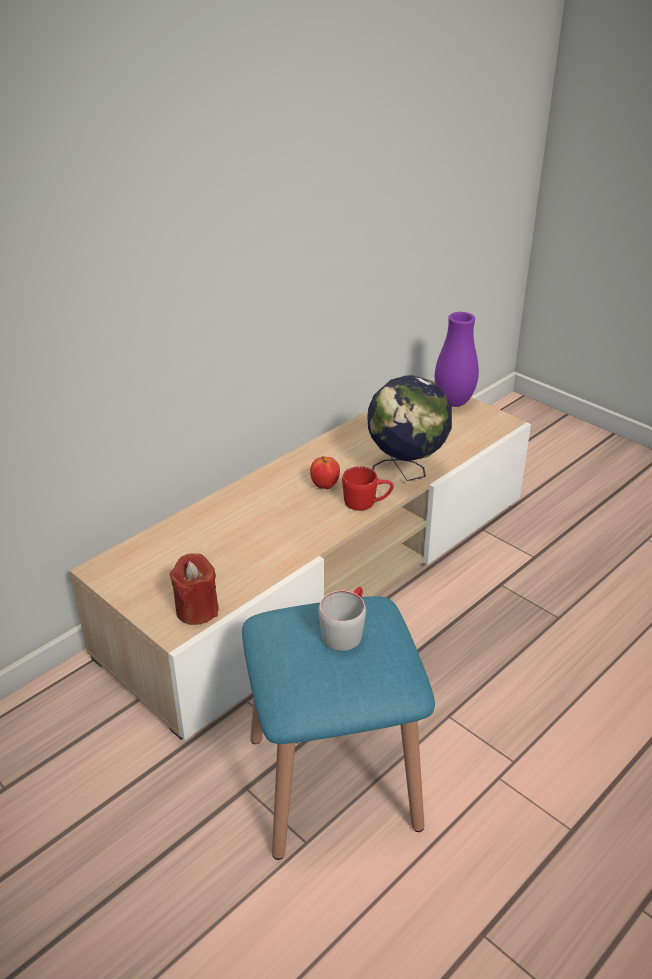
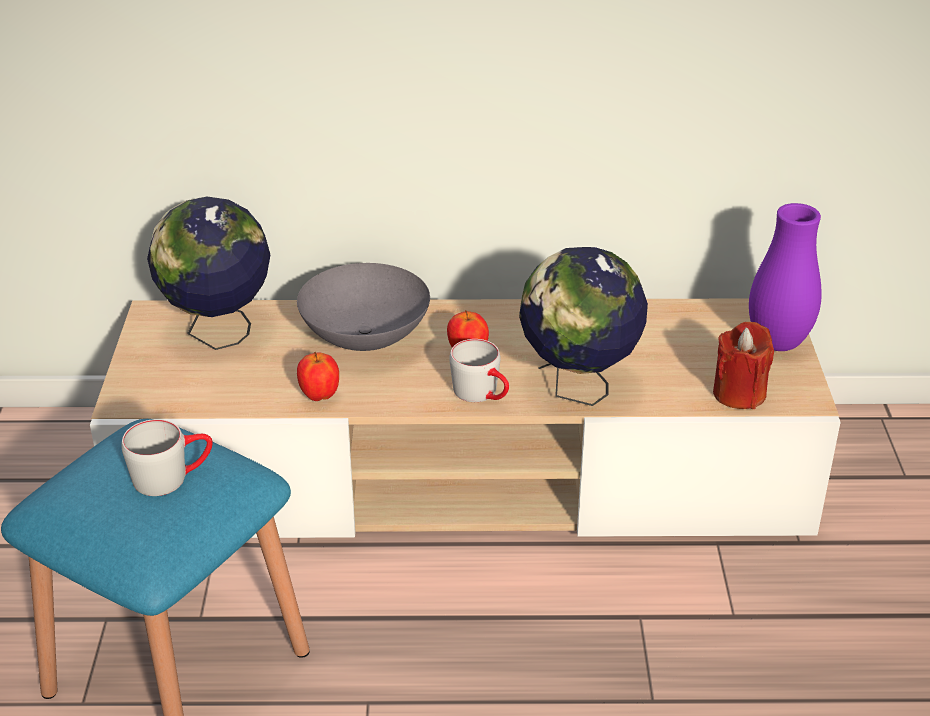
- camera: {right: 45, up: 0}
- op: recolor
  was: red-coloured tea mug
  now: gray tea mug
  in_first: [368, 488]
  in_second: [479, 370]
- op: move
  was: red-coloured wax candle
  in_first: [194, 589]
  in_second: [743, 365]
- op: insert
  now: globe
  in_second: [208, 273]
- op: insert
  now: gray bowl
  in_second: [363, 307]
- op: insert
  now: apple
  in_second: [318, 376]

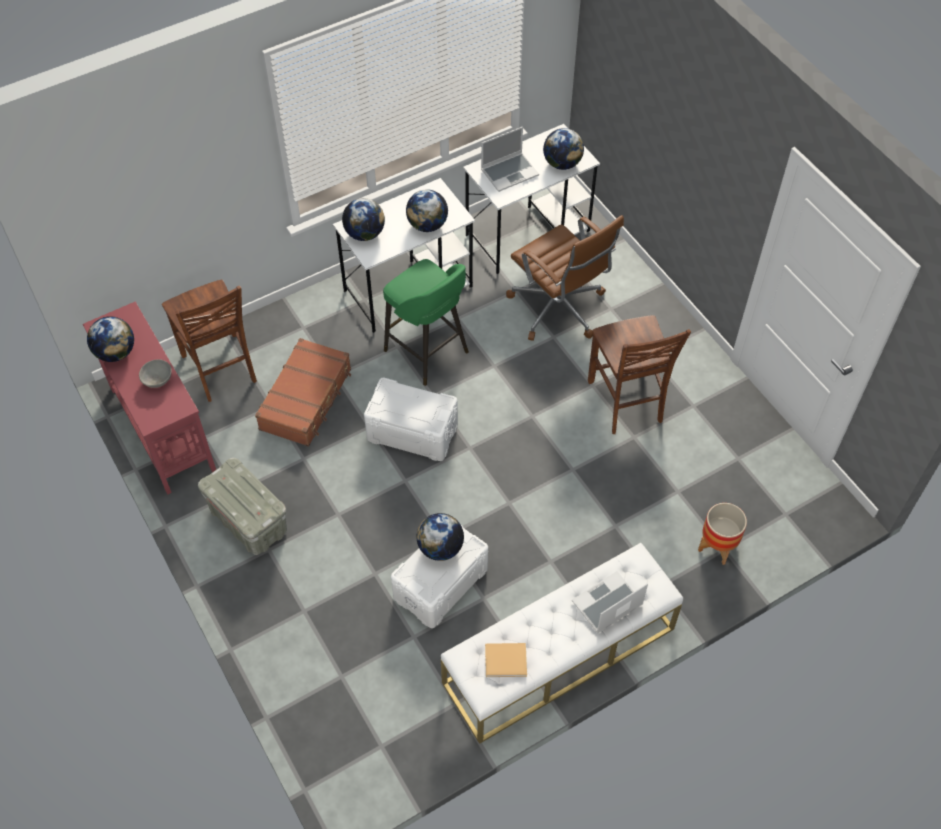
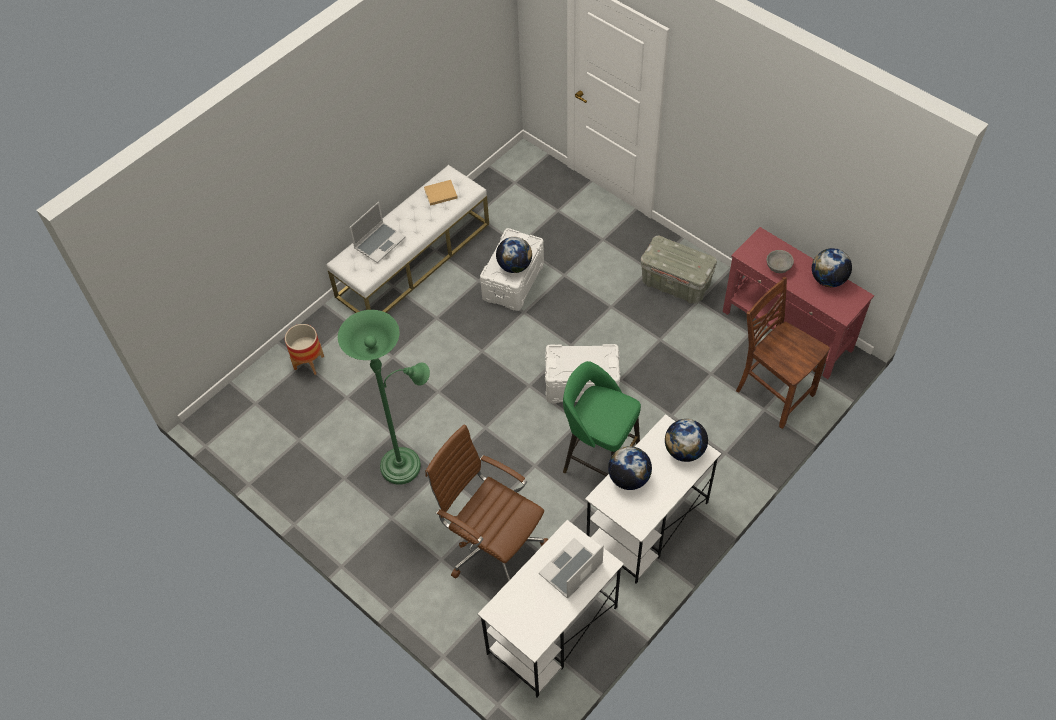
- camera: {right: 165, up: 0}
- op: delete
  was: globe
  in_first: [563, 149]
- op: replace
  was: brown-coloured plain chair
  now: green-coloured standard lamp
  in_first: [639, 374]
  in_second: [384, 397]
- op: delete
  was: brown-coloured travel case
  in_first: [303, 392]

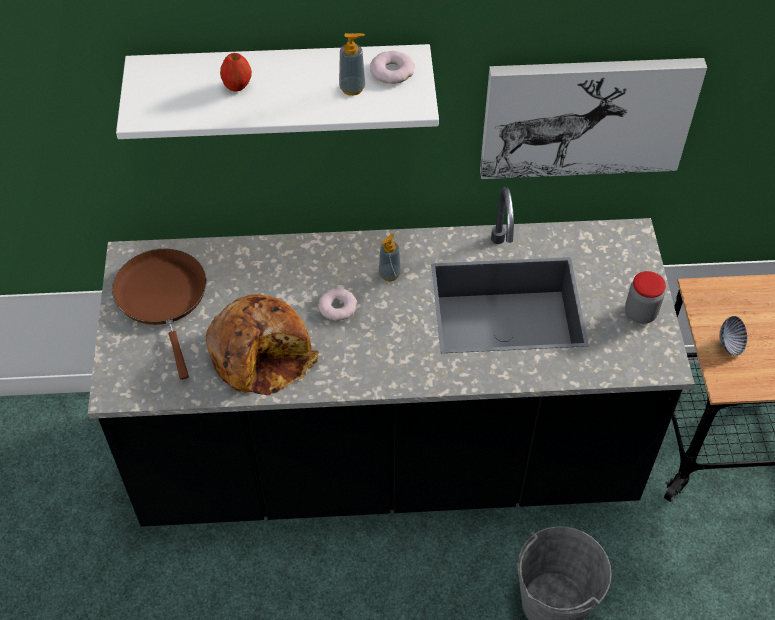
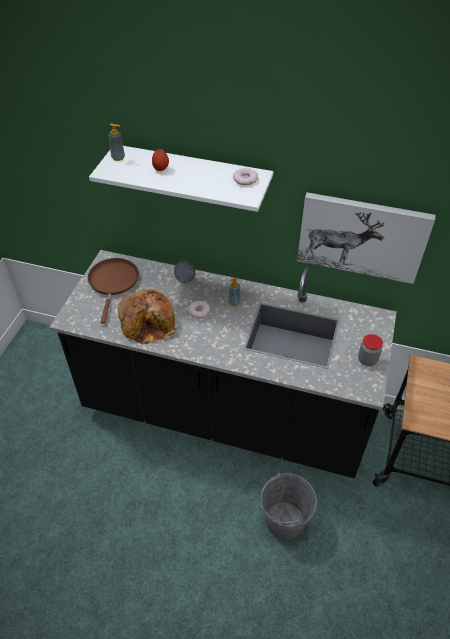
- camera: {right: 20, up: -5}
- op: move
  was: soap bottle
  in_first: [352, 64]
  in_second: [117, 142]
- op: move
  was: bowl
  in_first: [733, 336]
  in_second: [184, 271]

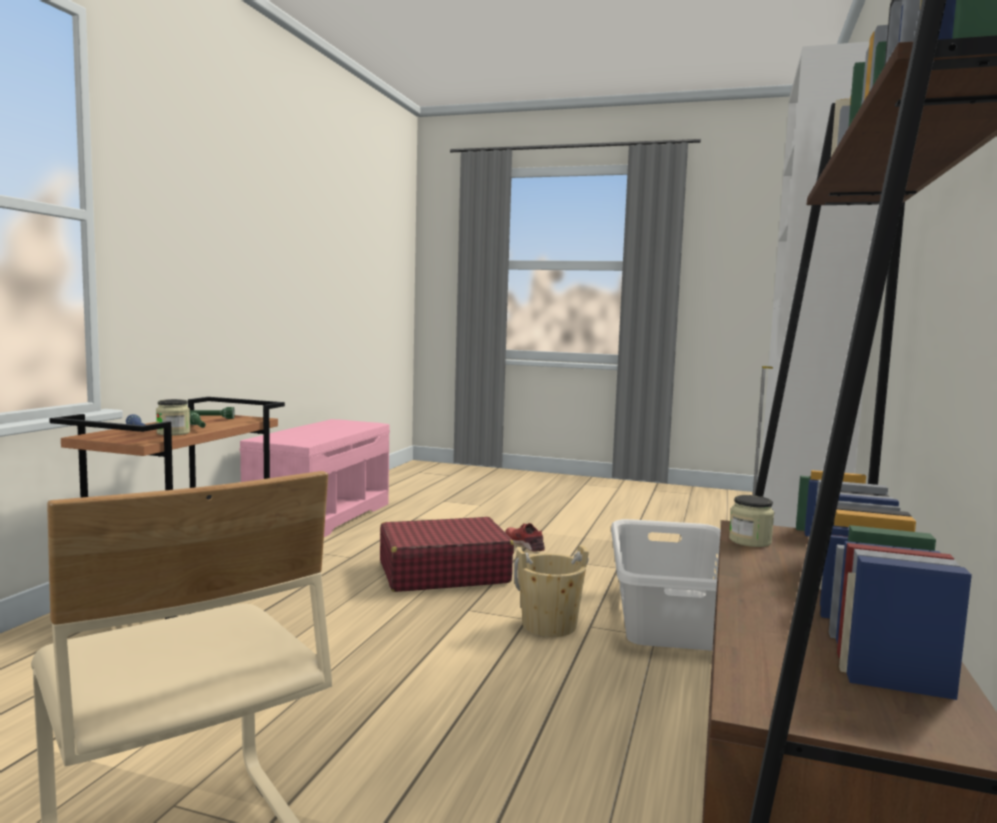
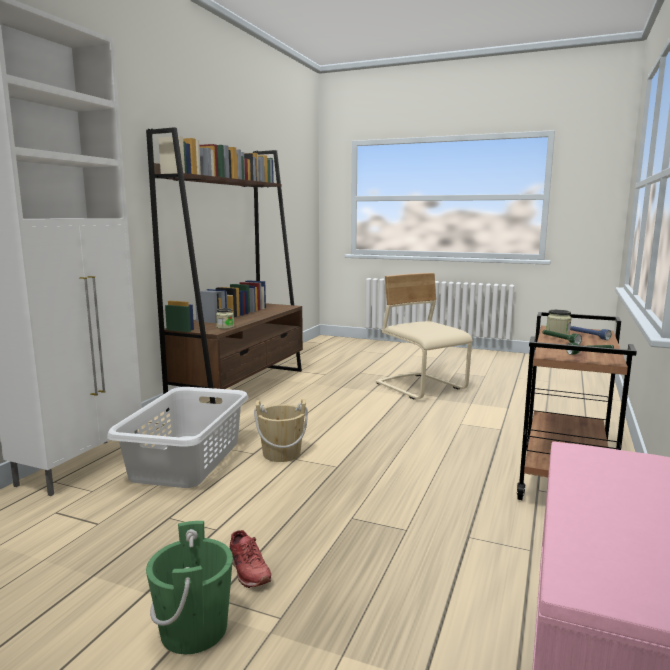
- camera: {right: -175, up: 5}
- op: delete
  was: red-coloured travel case
  in_first: [447, 554]
- op: insert
  now: green-coloured water bucket
  in_second: [189, 587]

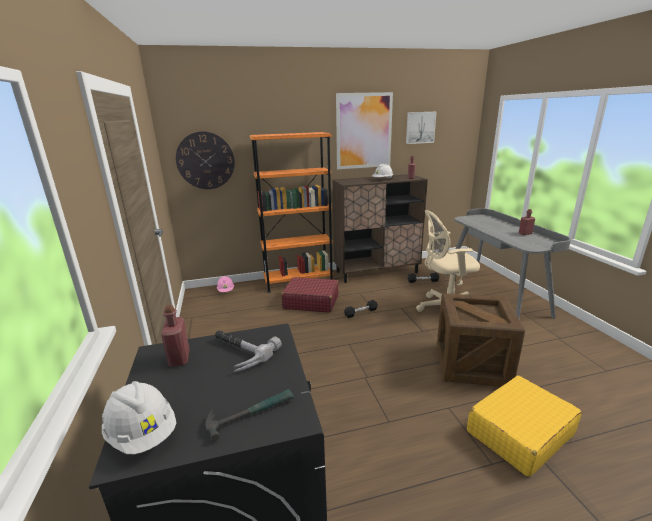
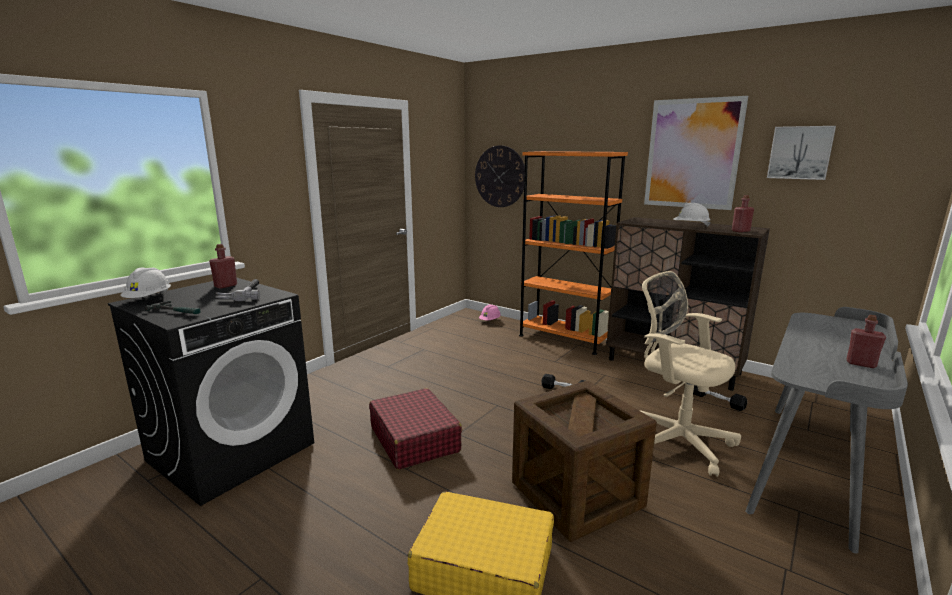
- camera: {right: 50, up: -5}
- op: move
  was: red-coloured travel case
  in_first: [310, 295]
  in_second: [415, 428]

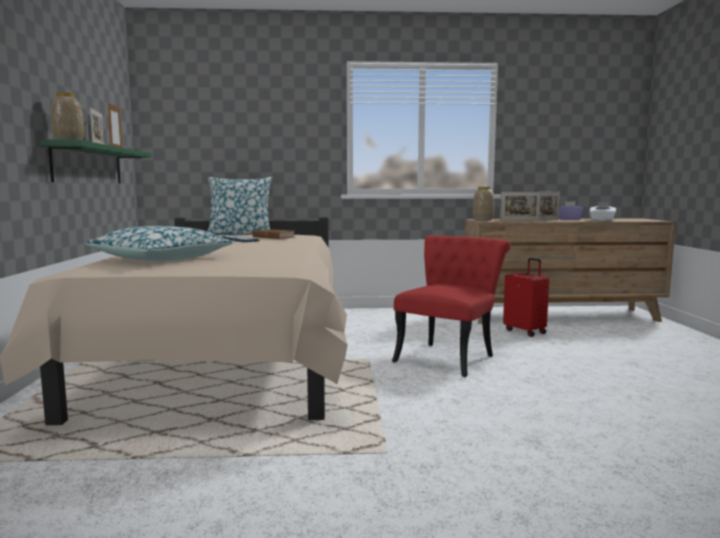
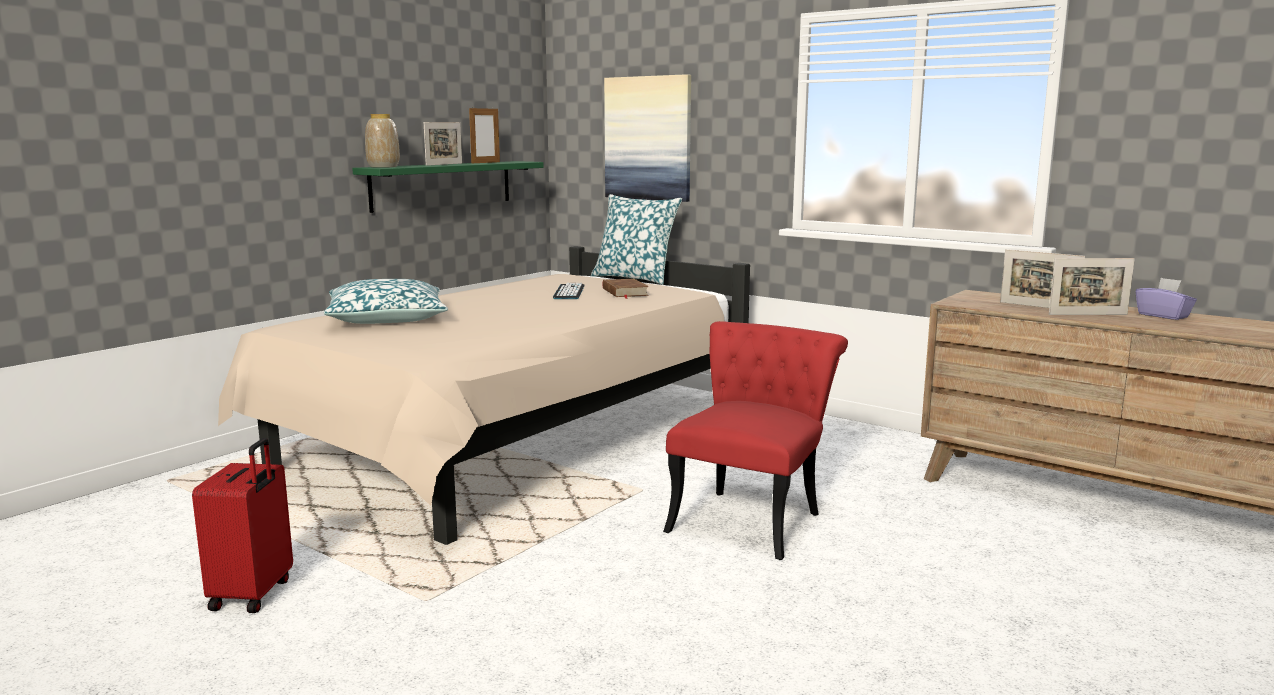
- camera: {right: 40, up: 5}
- op: delete
  was: flower vase
  in_first: [483, 204]
- op: delete
  was: white tissue holder
  in_first: [603, 211]
- op: rotate
  was: red-coloured plain chair
  in_first: [451, 306]
  in_second: [755, 440]
  clockwise: -45
- op: move
  was: red-coloured travel case
  in_first: [526, 297]
  in_second: [242, 525]
- op: insert
  now: wall art
  in_second: [647, 138]

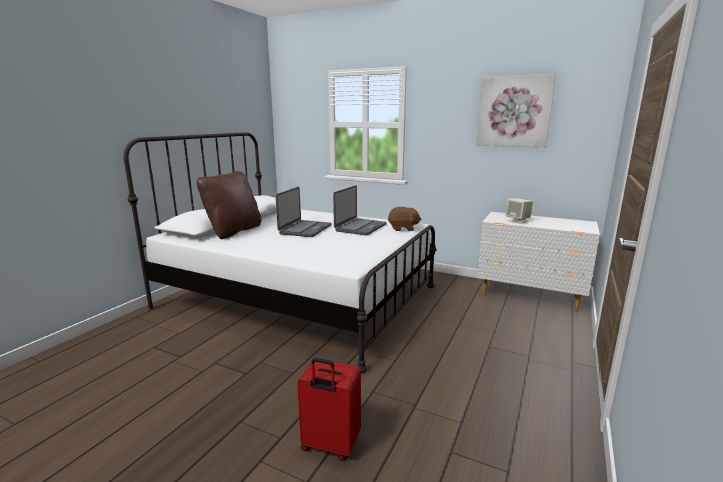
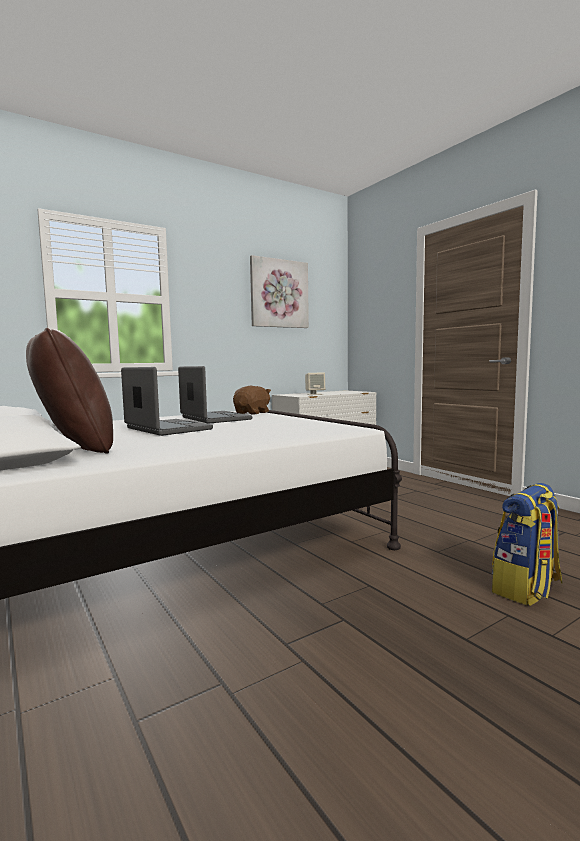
- camera: {right: -60, up: -10}
- op: replace
  was: red-coloured travel case
  now: knapsack
  in_first: [329, 409]
  in_second: [527, 544]

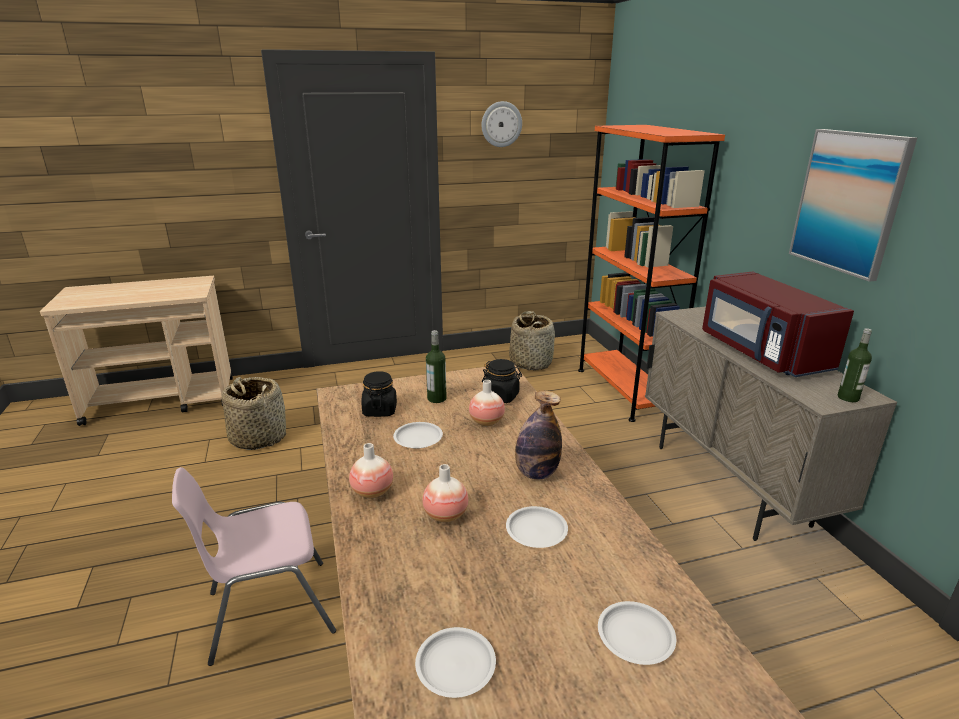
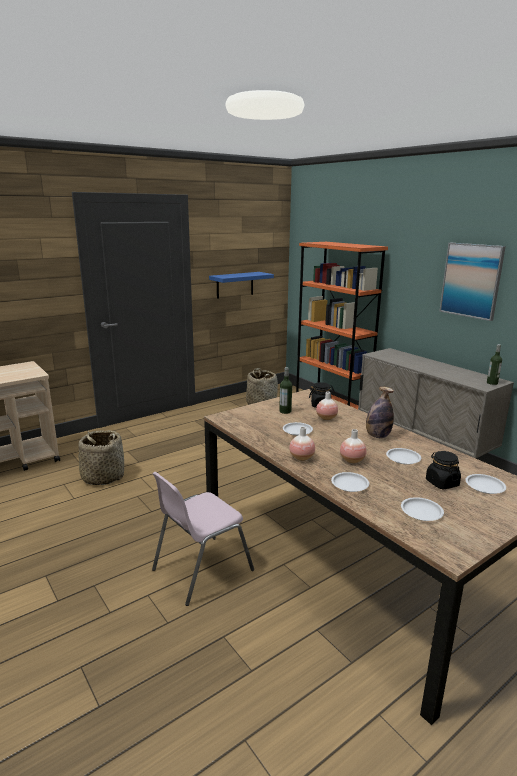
- camera: {right: -20, up: -5}
- op: delete
  was: hanging clock
  in_first: [502, 124]
- op: delete
  was: red-coloured microwave oven
  in_first: [778, 324]
- op: move
  was: black storage jar
  in_first: [379, 394]
  in_second: [443, 470]
- op: insert
  now: blue-coloured shelf
  in_second: [241, 285]
- op: insert
  now: white plate
  in_second: [350, 482]

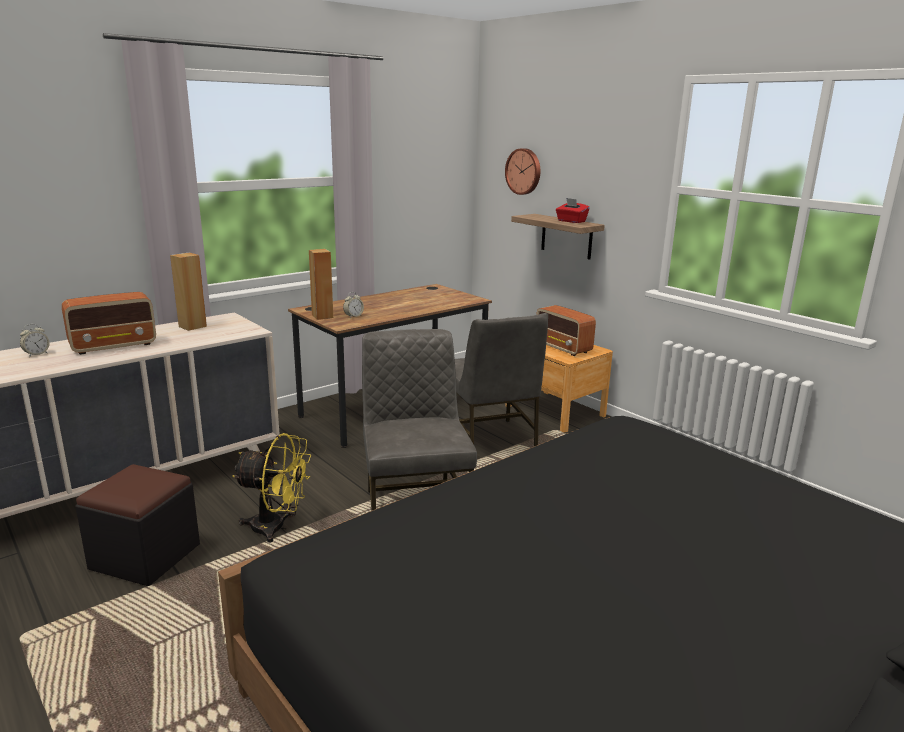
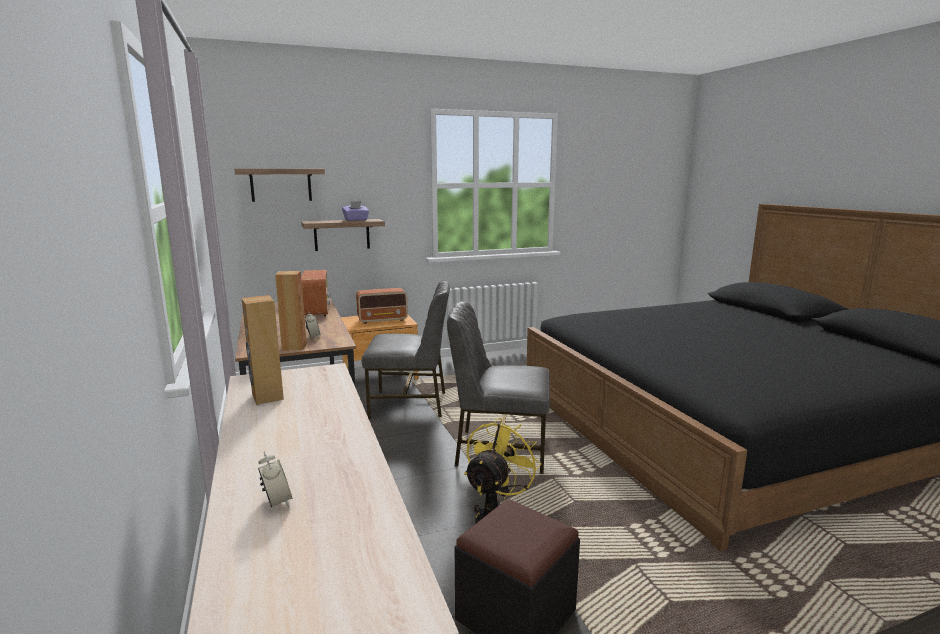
- camera: {right: -70, up: -5}
- op: replace
  was: hanging clock
  now: shelf
  in_first: [522, 171]
  in_second: [279, 185]
- op: recolor
  was: red-coloured tissue holder
  now: purple tissue holder
  in_first: [573, 210]
  in_second: [355, 211]
- op: move
  was: radio set
  in_first: [109, 323]
  in_second: [316, 293]

